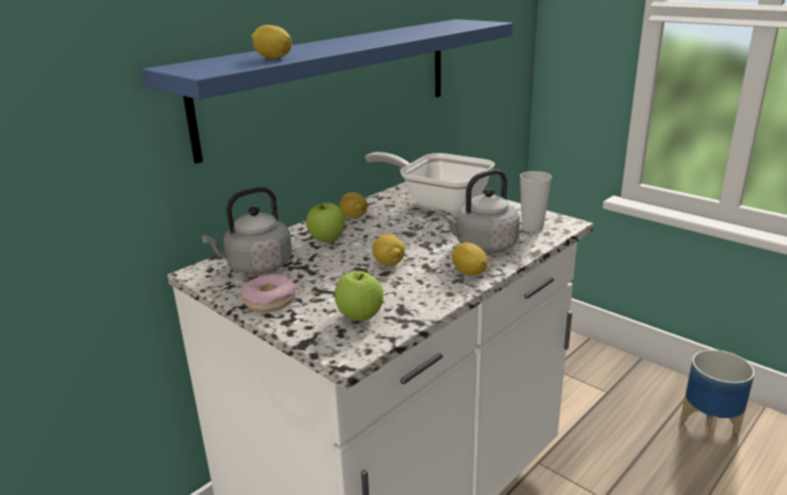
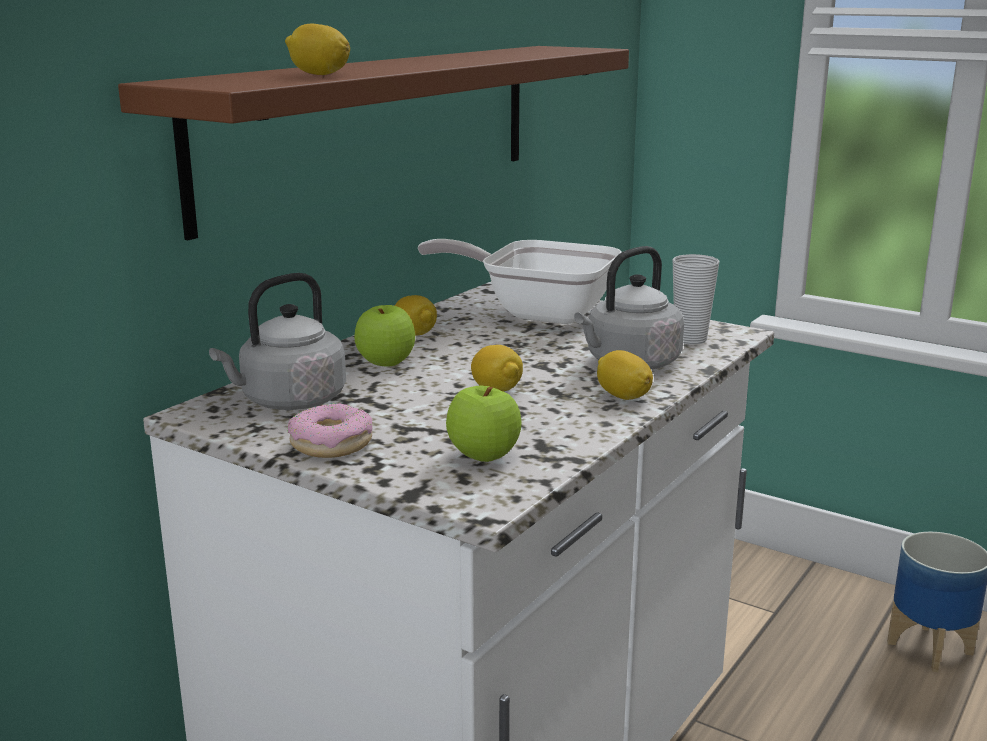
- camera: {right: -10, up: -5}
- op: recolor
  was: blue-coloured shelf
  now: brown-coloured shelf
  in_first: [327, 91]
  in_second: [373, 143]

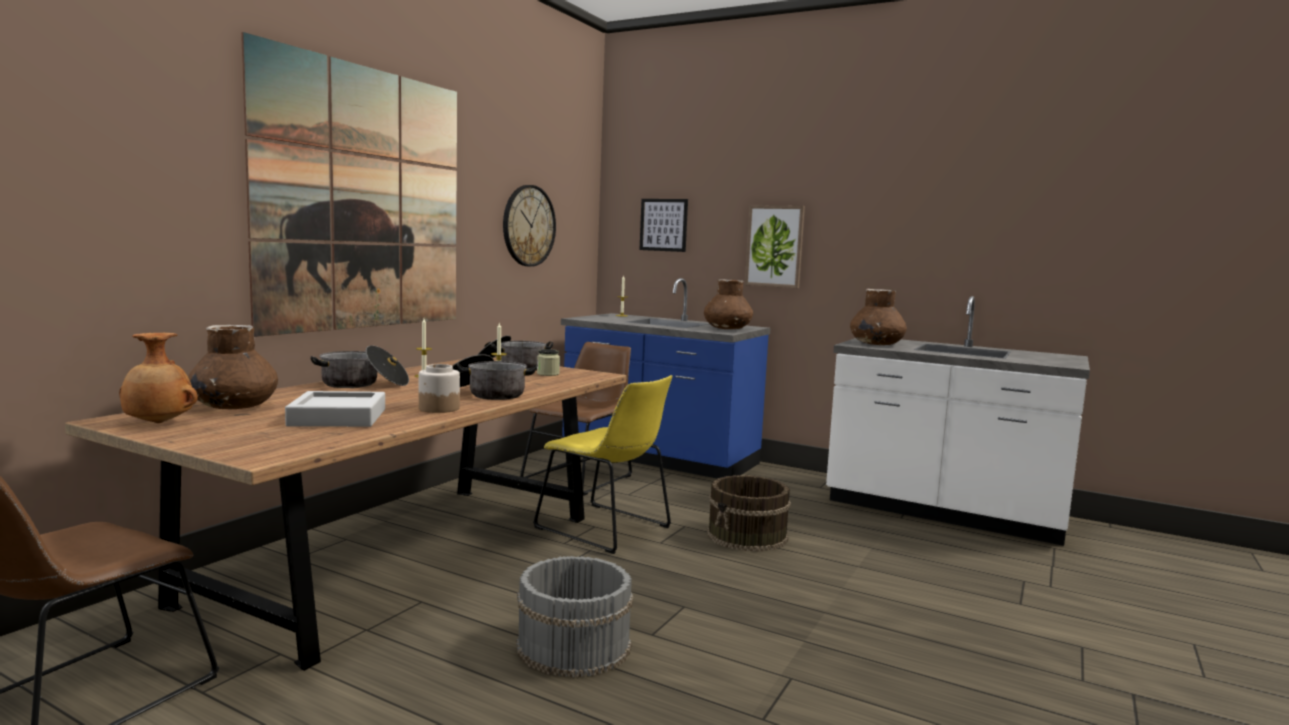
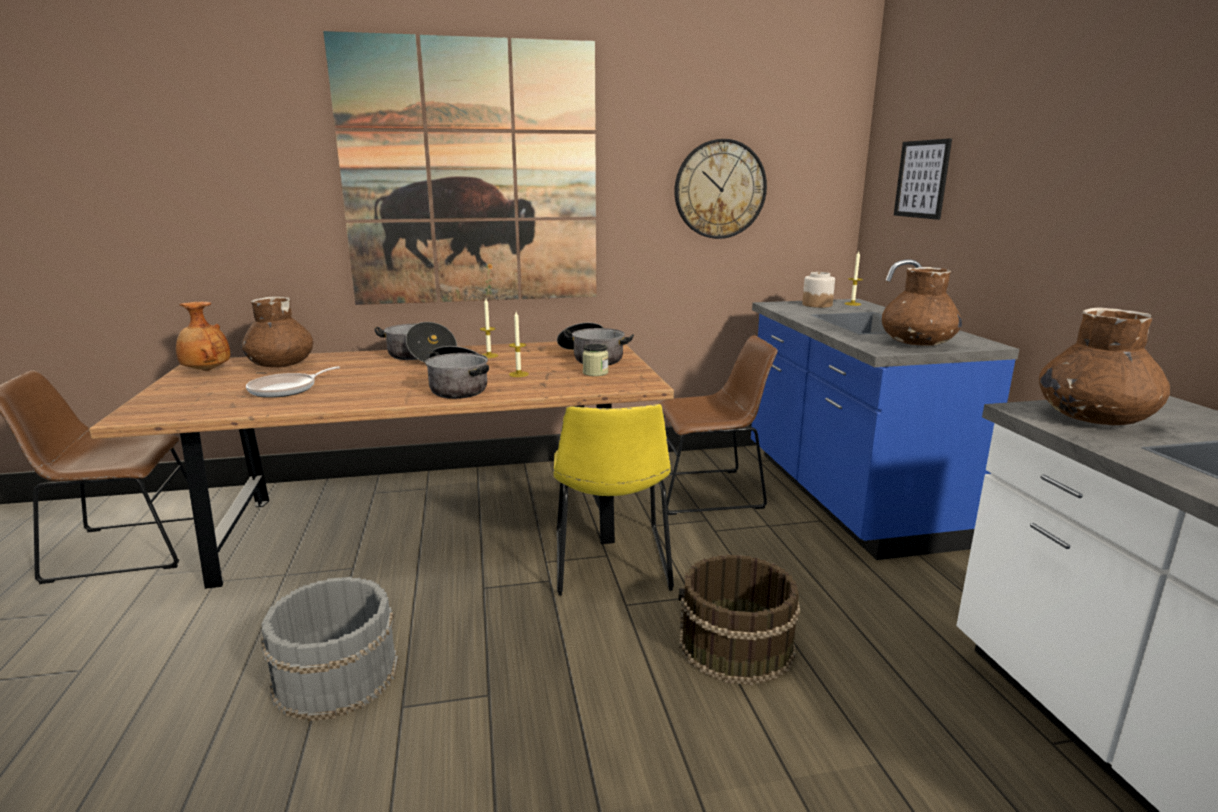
- camera: {right: 50, up: 10}
- op: delete
  was: wall art
  in_first: [775, 246]
- op: move
  was: storage jar
  in_first: [439, 388]
  in_second: [818, 290]
- op: replace
  was: gray serving tray
  now: skillet
  in_first: [335, 409]
  in_second: [293, 382]

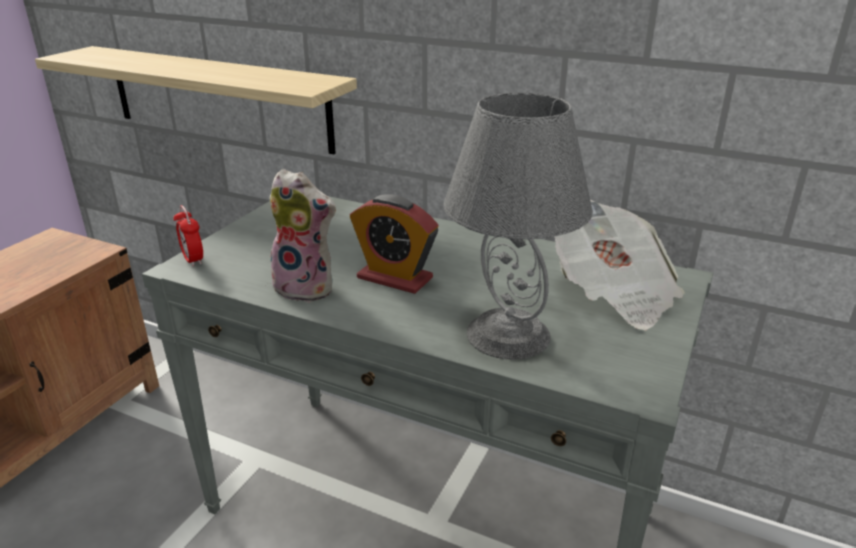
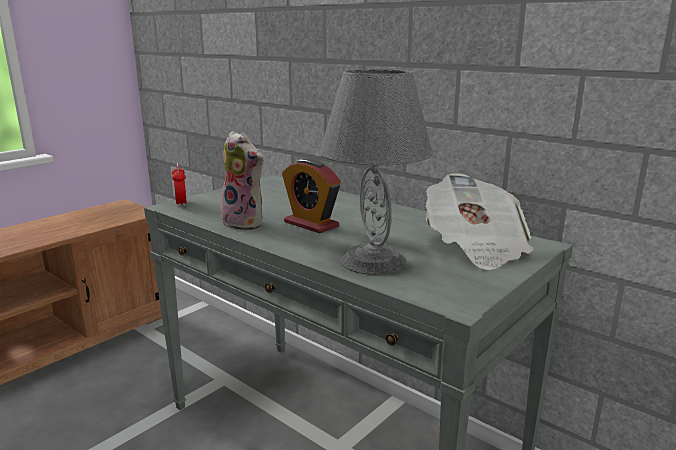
- camera: {right: 15, up: -10}
- op: delete
  was: shelf
  in_first: [196, 100]

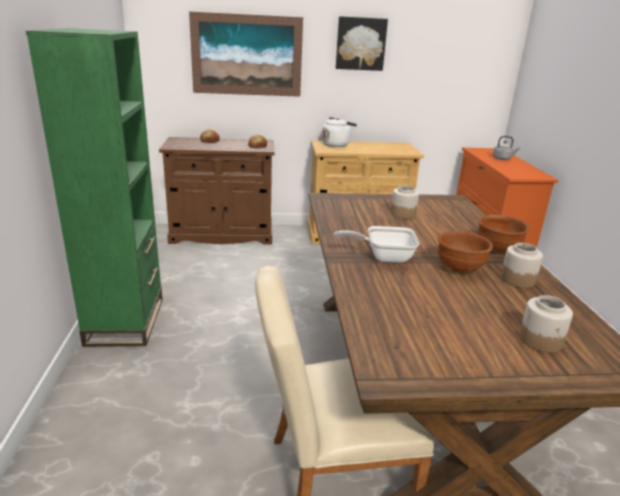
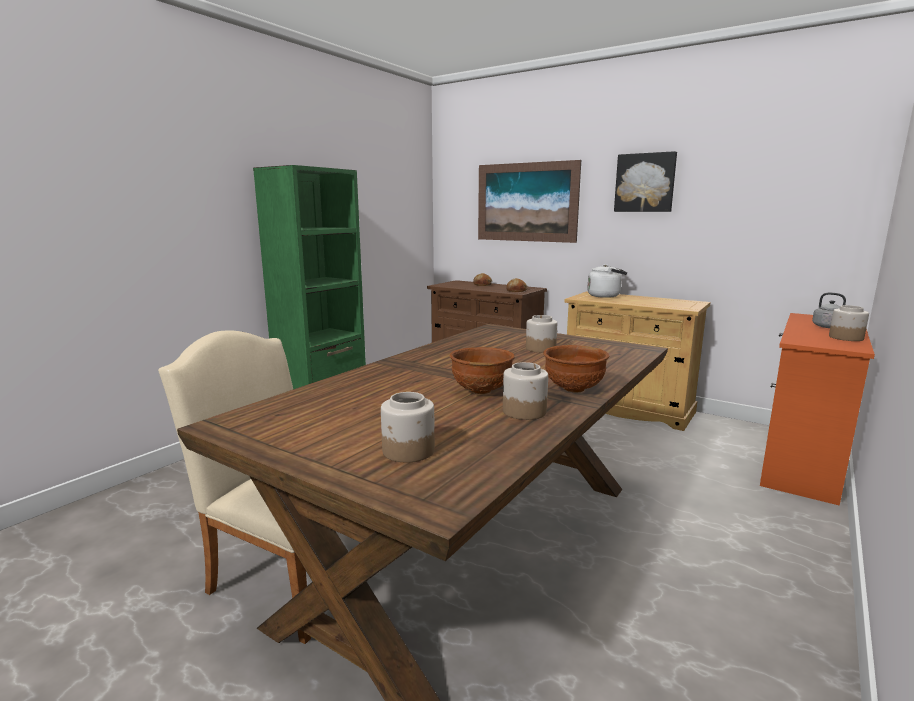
- camera: {right: 40, up: -10}
- op: delete
  was: skillet
  in_first: [376, 244]
- op: insert
  now: storage jar
  in_second: [849, 323]

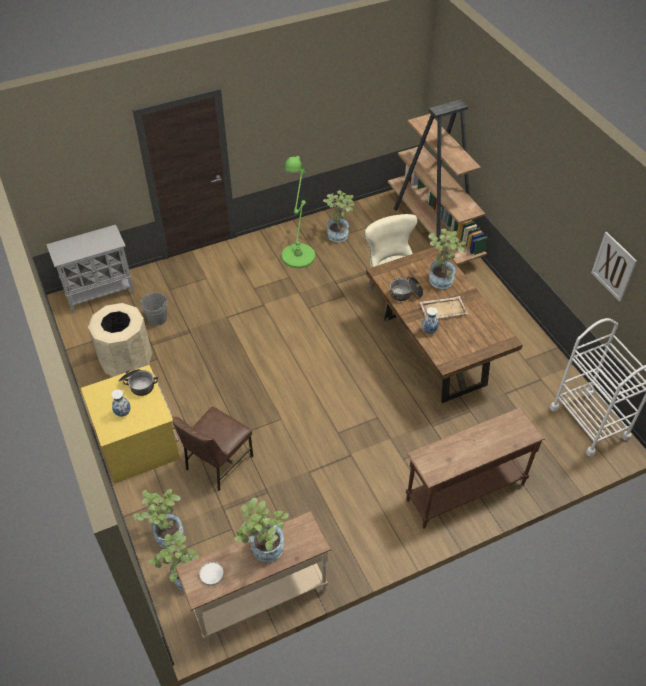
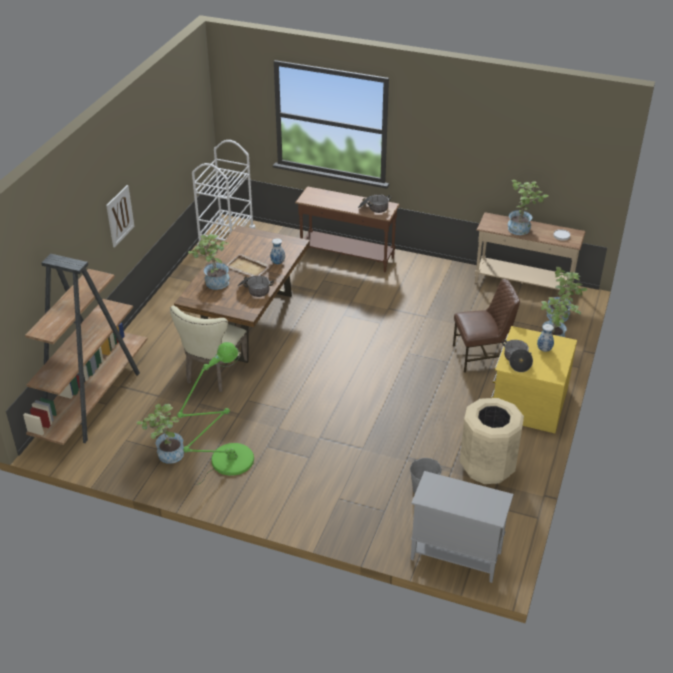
- camera: {right: -135, up: -10}
- op: move
  was: wall art
  in_first: [614, 267]
  in_second: [120, 216]
- op: insert
  now: saucepot
  in_second: [374, 203]

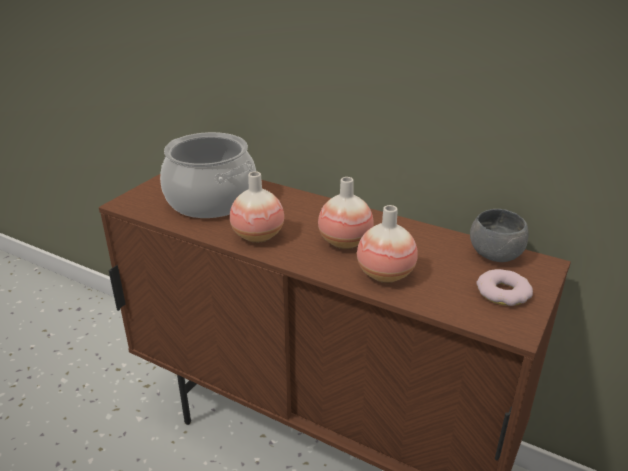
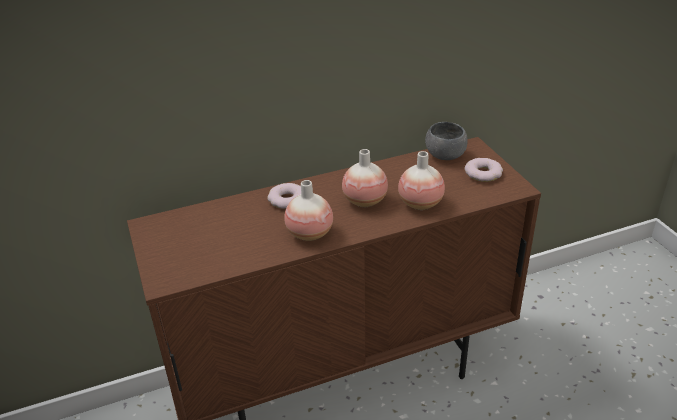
- camera: {right: -50, up: 5}
- op: delete
  was: saucepot
  in_first: [208, 175]
- op: insert
  now: doughnut
  in_second: [284, 196]

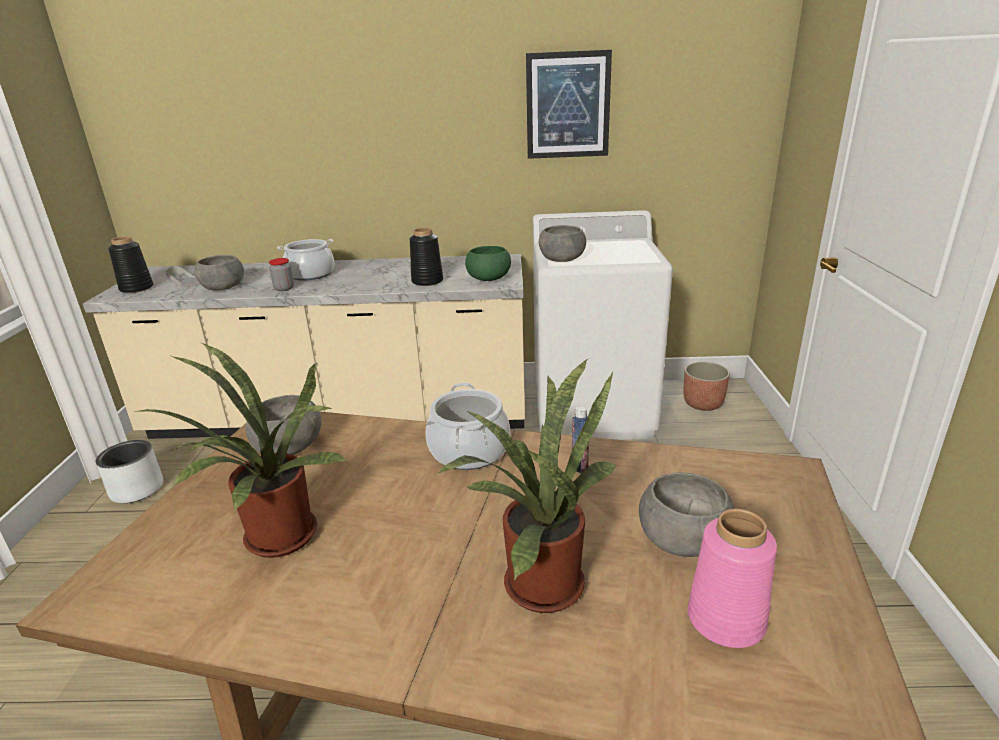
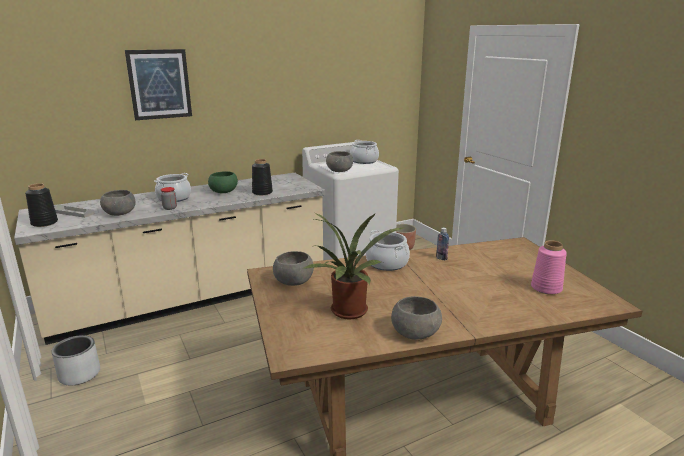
- camera: {right: -30, up: -5}
- op: move
  was: wall art
  in_first: [569, 104]
  in_second: [158, 84]
- op: move
  was: green-coloured bowl
  in_first: [488, 263]
  in_second: [223, 182]
- op: delete
  was: potted plant
  in_first: [528, 485]
- op: move
  was: gray bowl
  in_first: [687, 514]
  in_second: [416, 318]
- op: insert
  now: saucepot
  in_second: [364, 152]

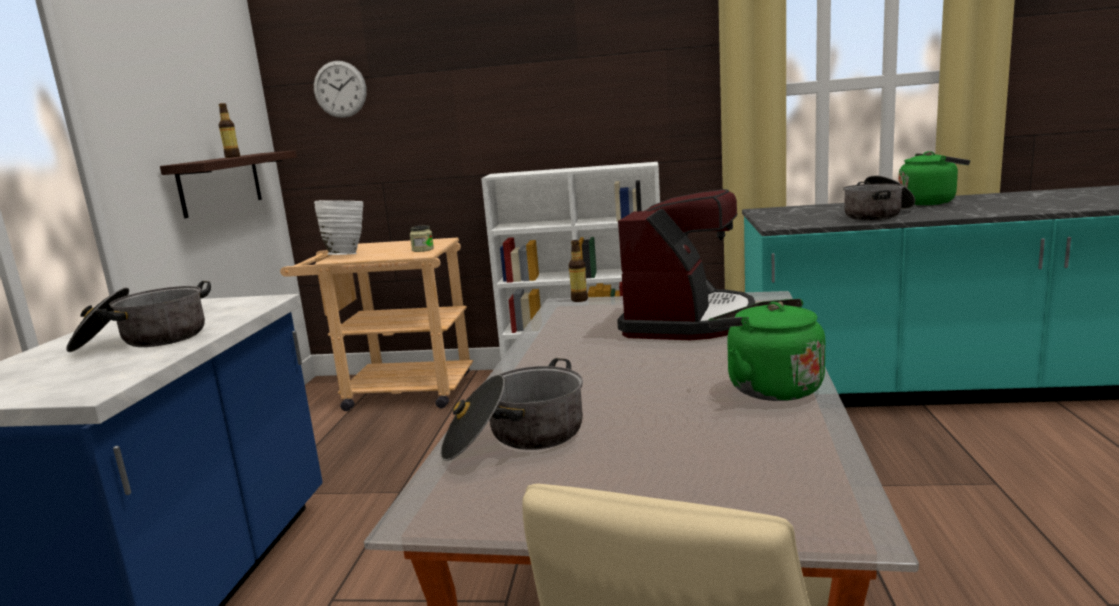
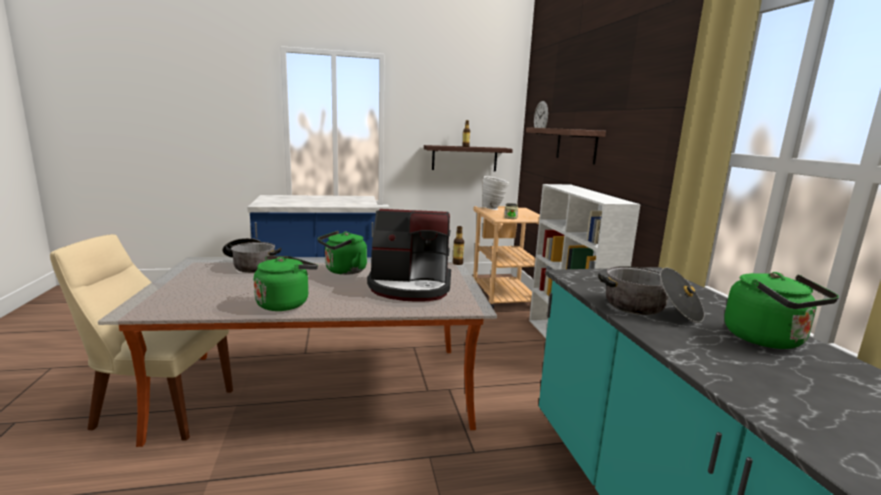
- camera: {right: 70, up: 0}
- op: delete
  was: saucepot
  in_first: [138, 316]
- op: insert
  now: shelf
  in_second: [566, 146]
- op: insert
  now: green-coloured tea kettle
  in_second: [342, 253]

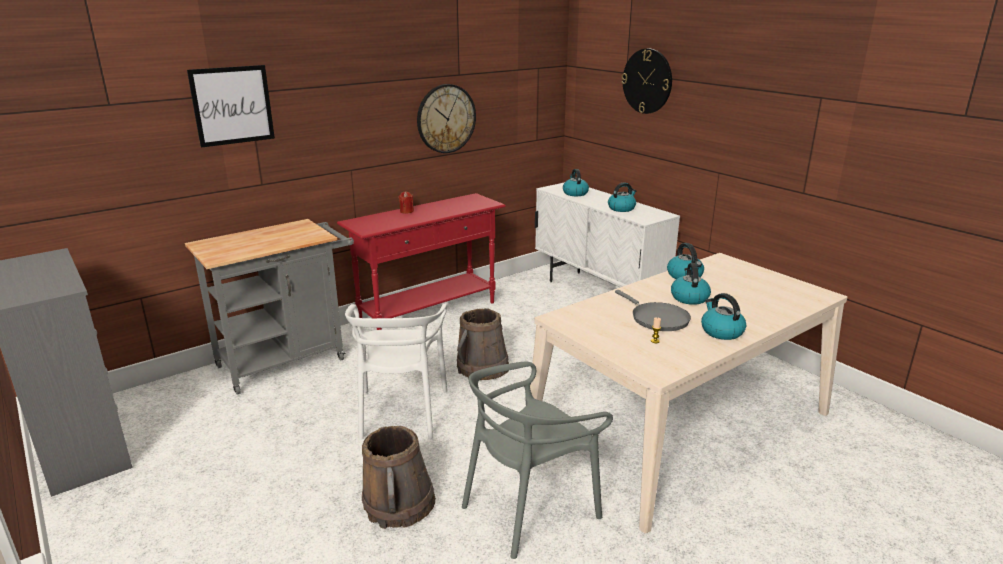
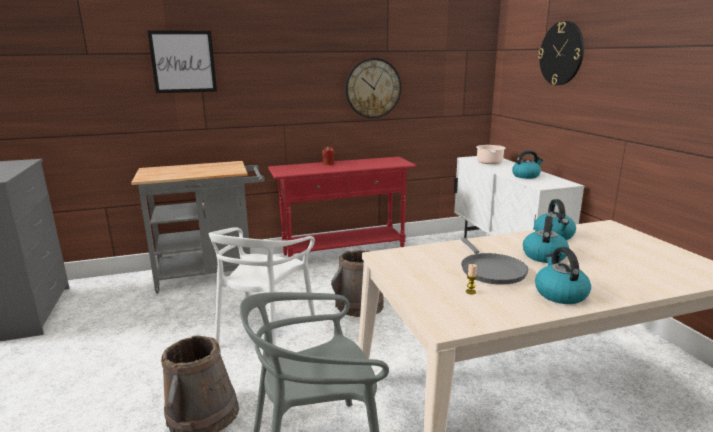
- camera: {right: 20, up: -5}
- op: replace
  was: tea kettle
  now: saucepot
  in_first: [576, 182]
  in_second: [490, 154]

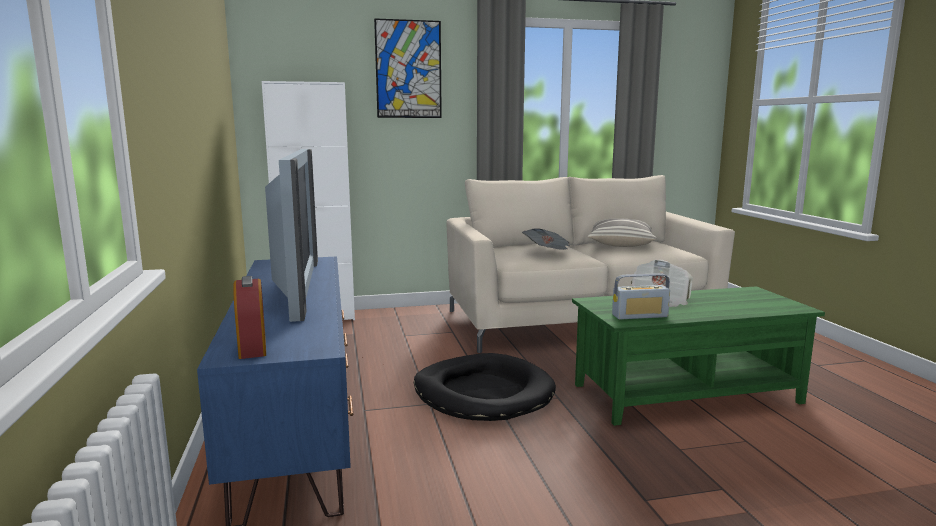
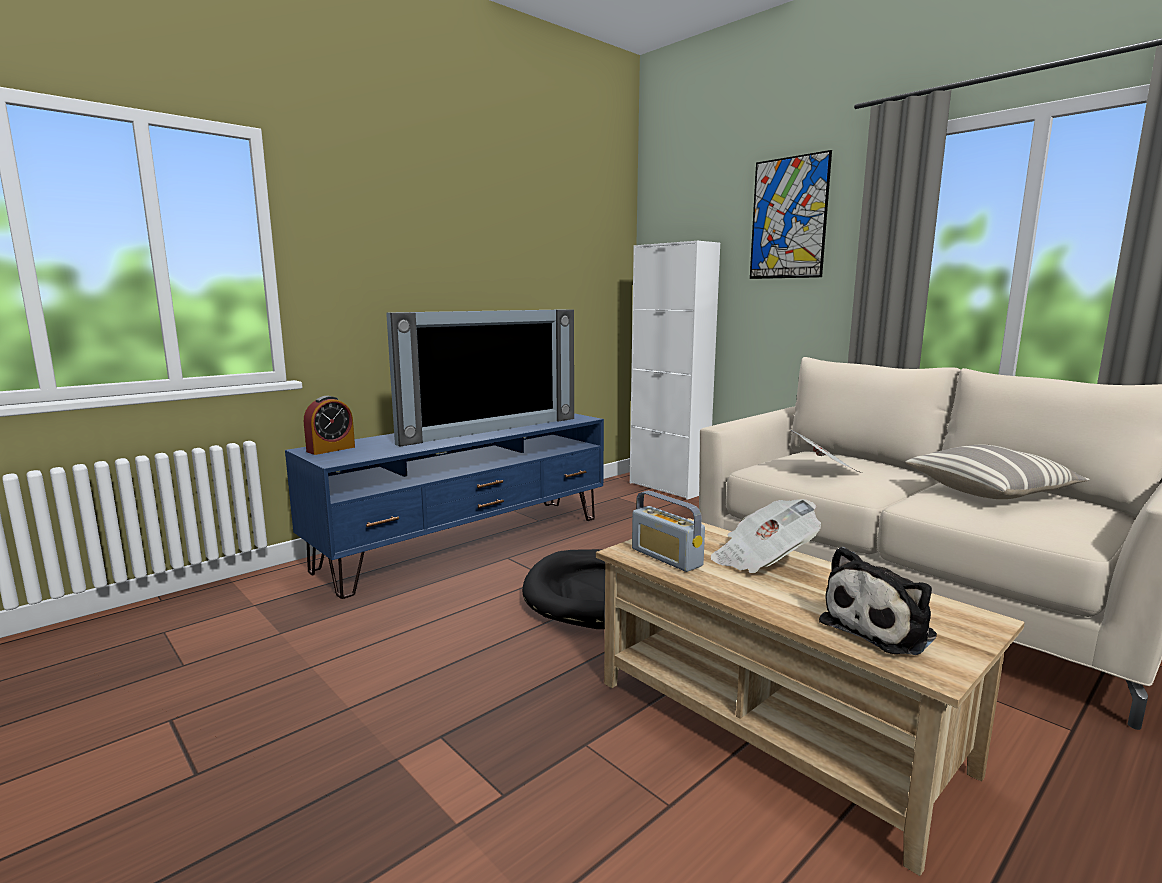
- camera: {right: 60, up: 0}
- op: recolor
  was: green-coloured low table
  now: beige-coloured low table
  in_first: [698, 356]
  in_second: [810, 697]
- op: insert
  now: plush toy
  in_second: [878, 601]

